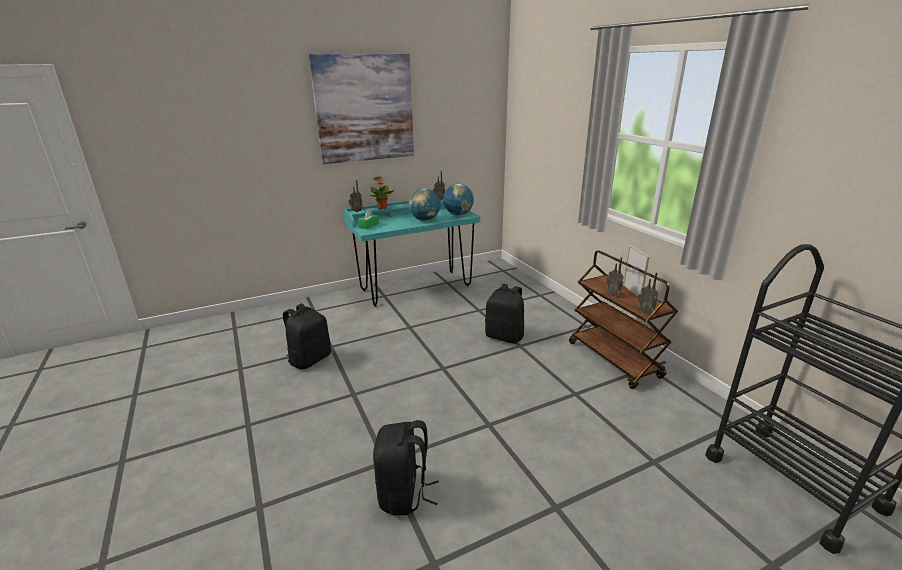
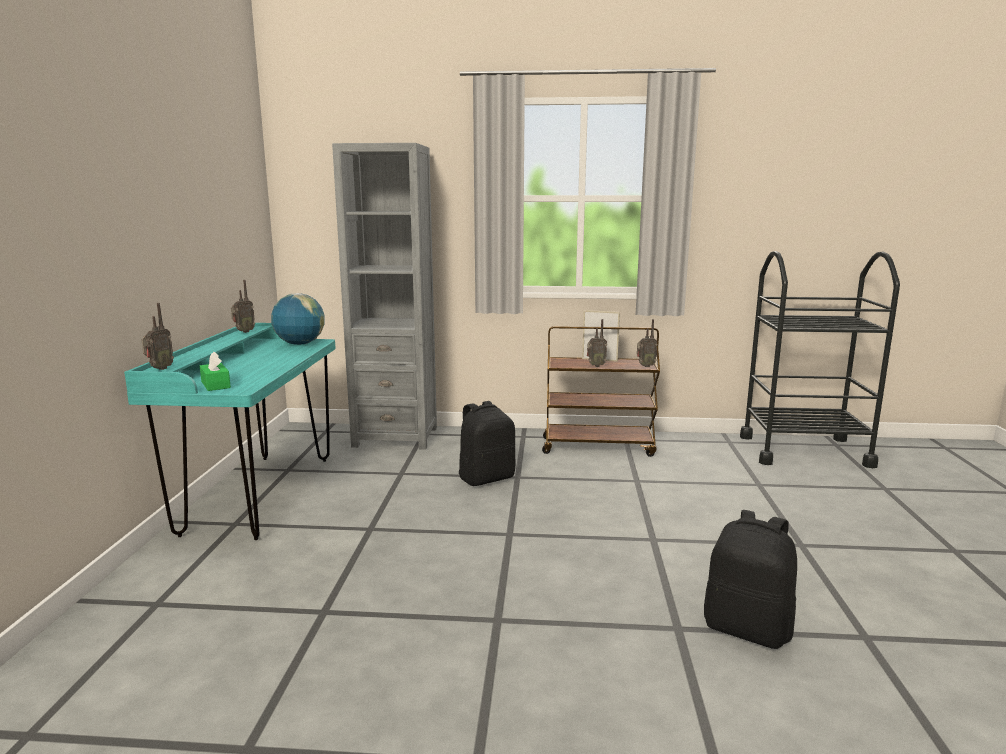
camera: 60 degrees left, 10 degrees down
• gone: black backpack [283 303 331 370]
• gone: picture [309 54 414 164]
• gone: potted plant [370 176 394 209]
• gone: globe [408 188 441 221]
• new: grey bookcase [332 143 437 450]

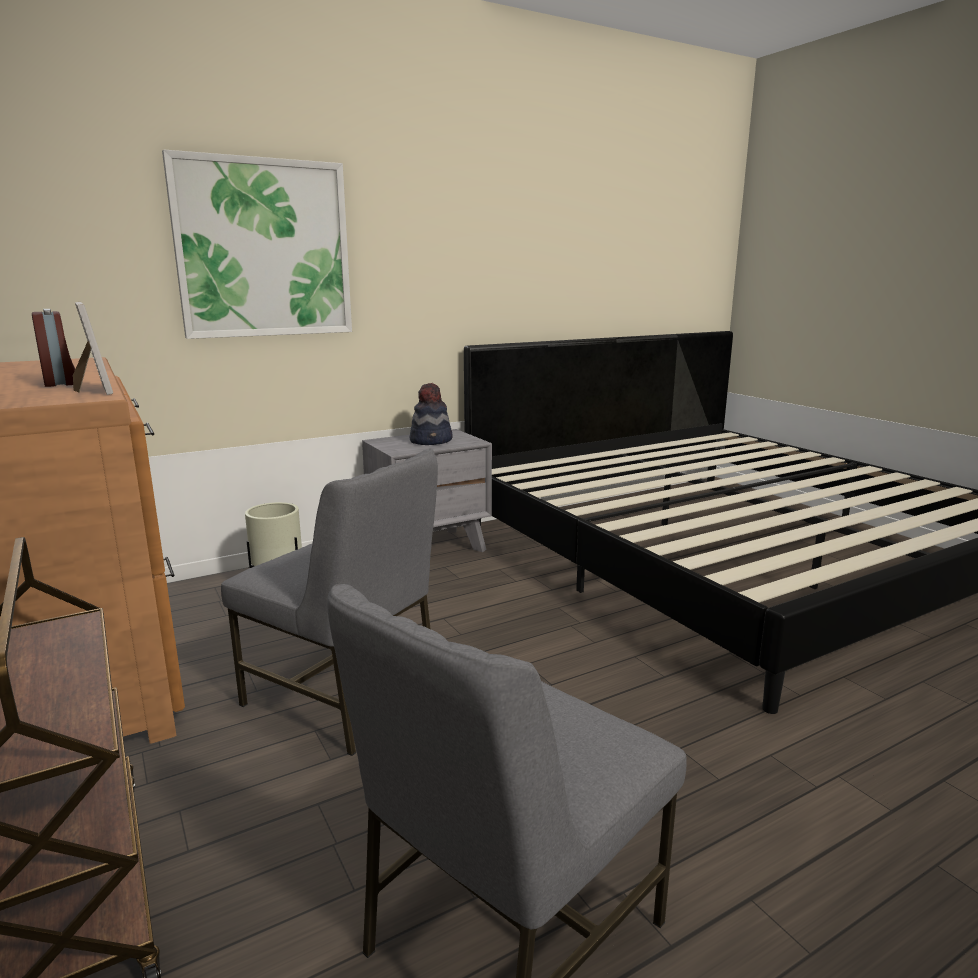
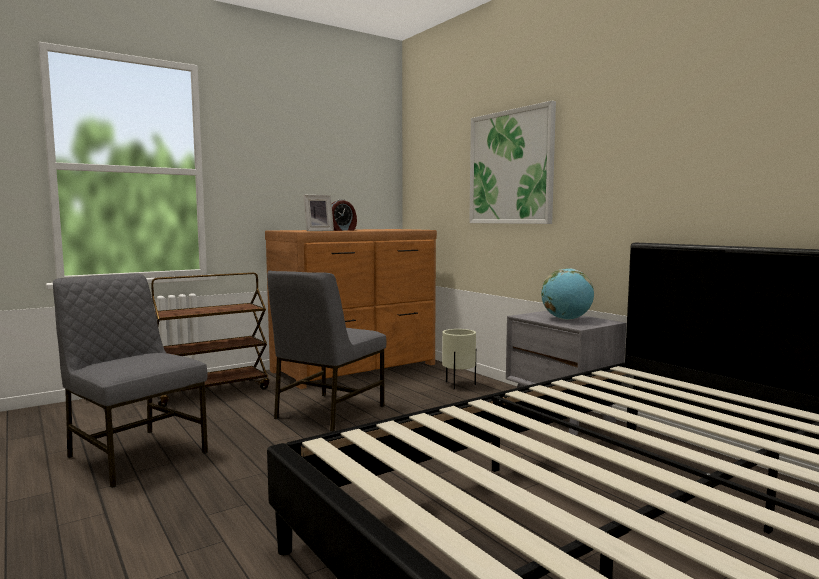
camera: 85 degrees right, 10 degrees down
• swapped: hat [410 383 453 445] to globe [541 268 594 320]

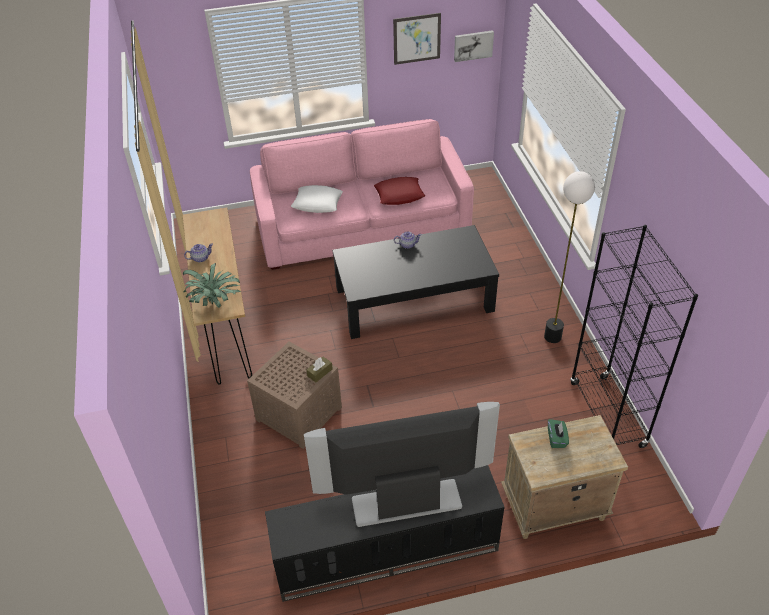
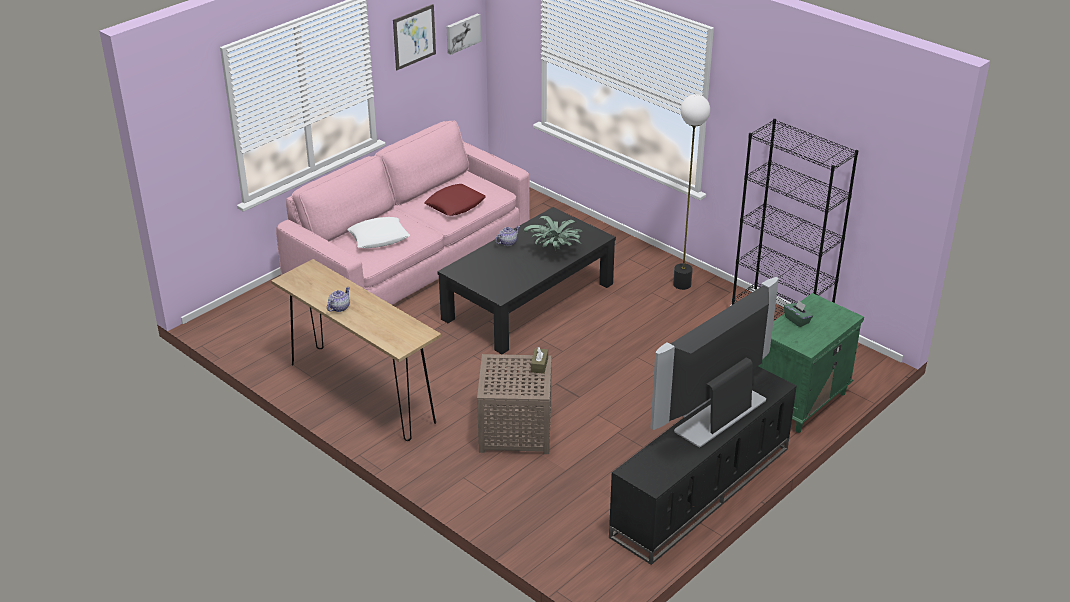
camera: 35 degrees left, 10 degrees down
• shifted: potted plant [183 263 241 308] to [523 215 583 251]
• repainted: beige nightstand [501 415 628 539] to green nightstand [759 293 864 433]

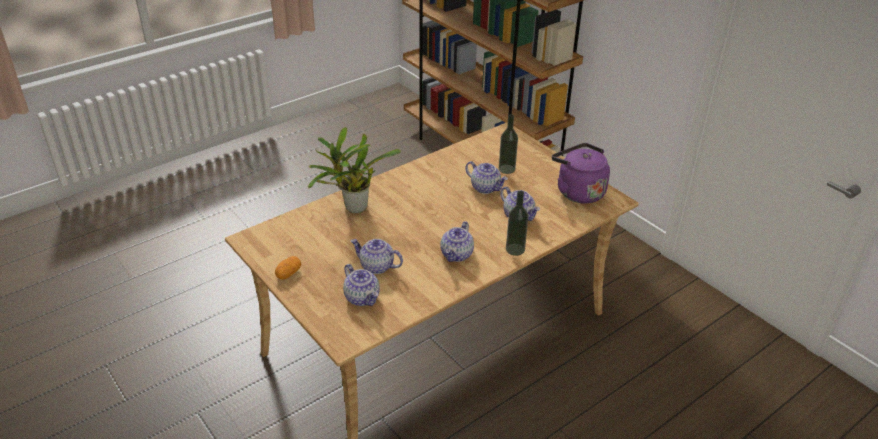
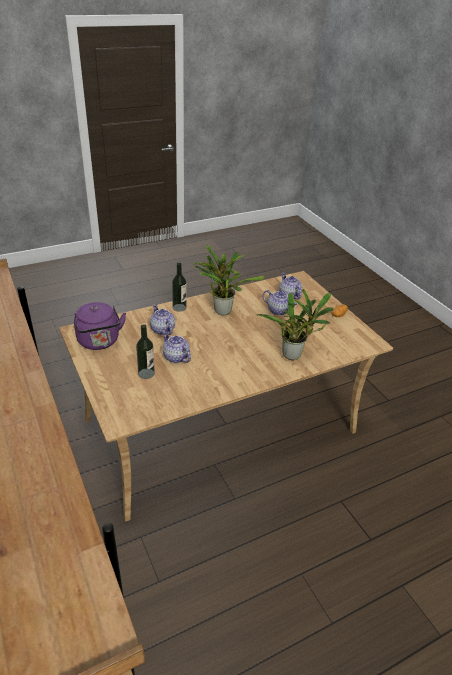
camera: 170 degrees left, 0 degrees up
• swapped: teapot [440 221 474 262] to potted plant [193 245 265 315]

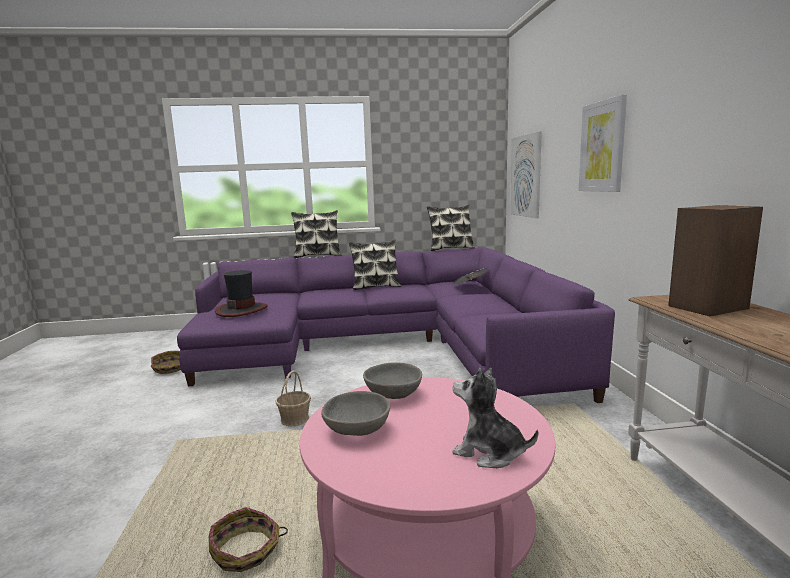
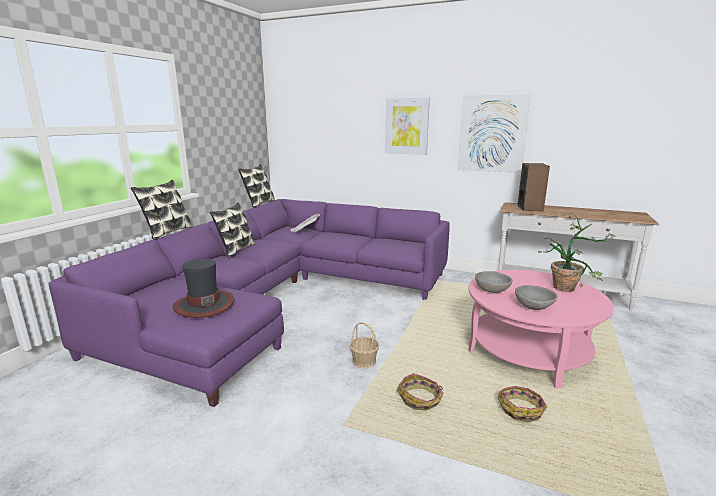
camera: 60 degrees left, 5 degrees up
• shifted: basket [151 351 181 374] to [397 373 443 410]
• shifted: picture [510 131 542 219] to [458 94 531 173]
• swapped: plush toy [452 368 538 468] to potted plant [538 214 615 292]

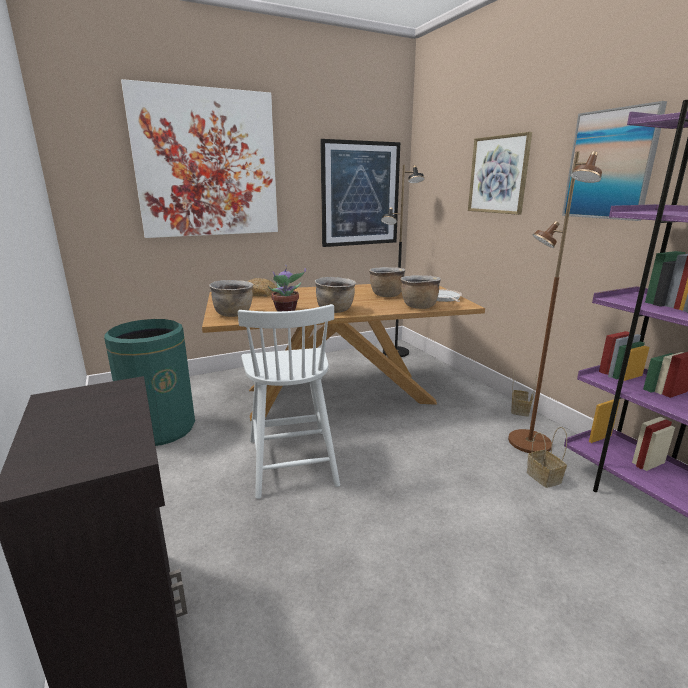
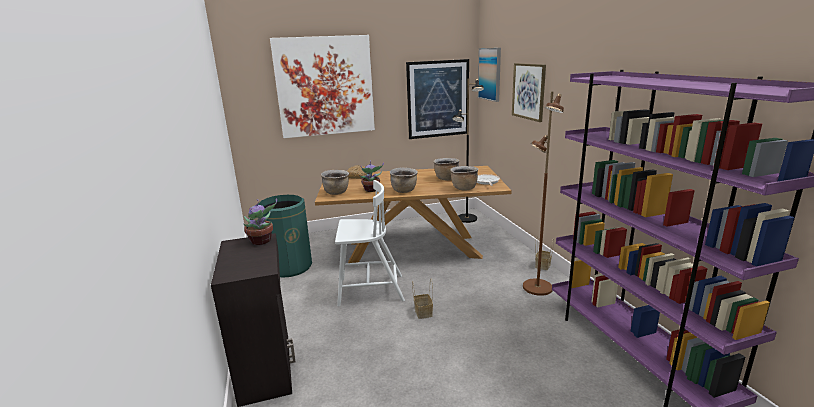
camera: 10 degrees right, 0 degrees up
• new: potted plant [243 199 277 245]
• shifted: basket [527 427 567 488] to [412 279 433 319]
• shifted: picture [562 101 667 221] to [478 48 501 102]
• rotated: white chair [238 304 340 499] = [335 180 405 307] 90 degrees counterclockwise

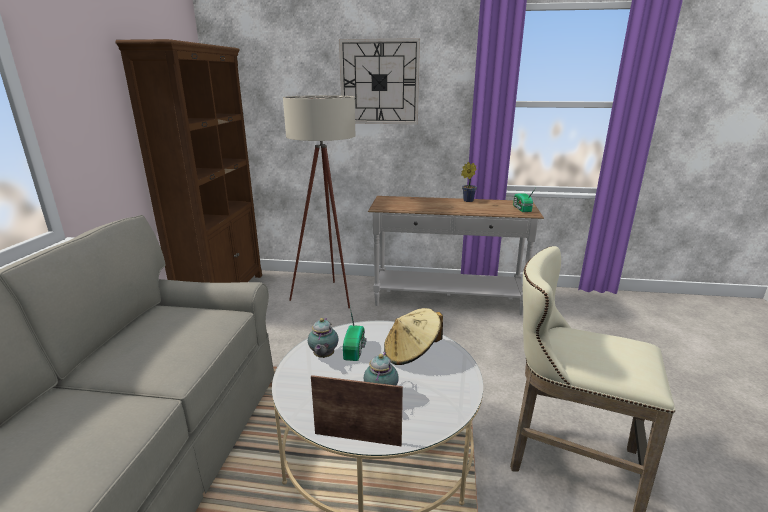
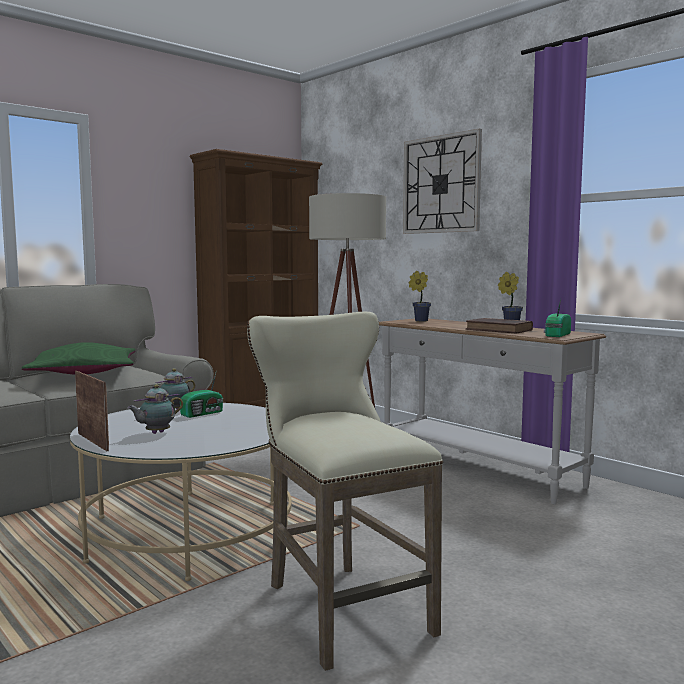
camera: 40 degrees right, 15 degrees down
• gone: beige hat [384 308 443 365]
• new: green pillow [22 342 135 375]
• new: potted plant [409 270 431 322]
• new: brown book [466 318 533 334]

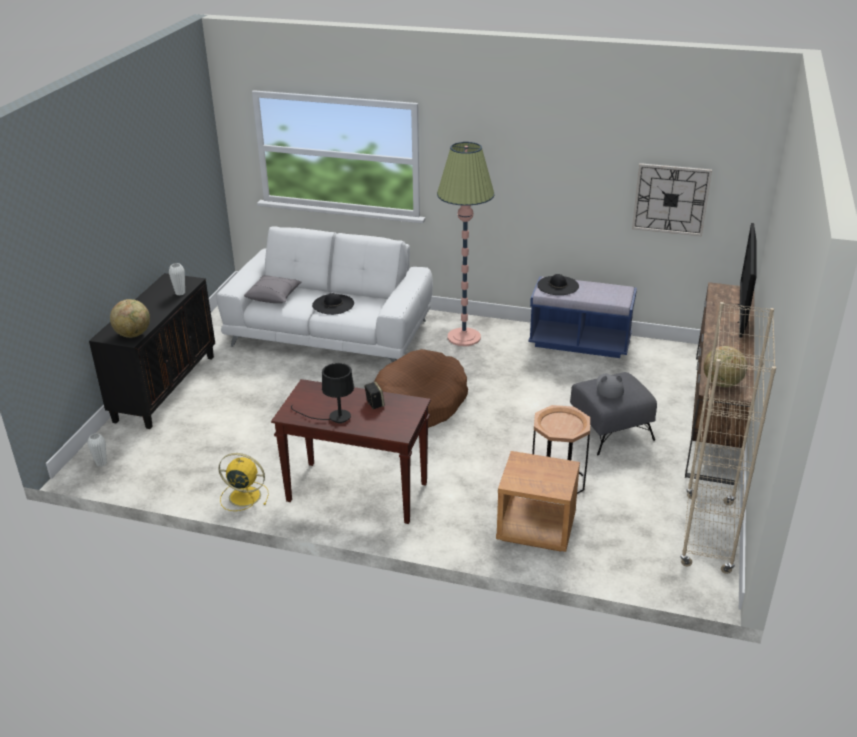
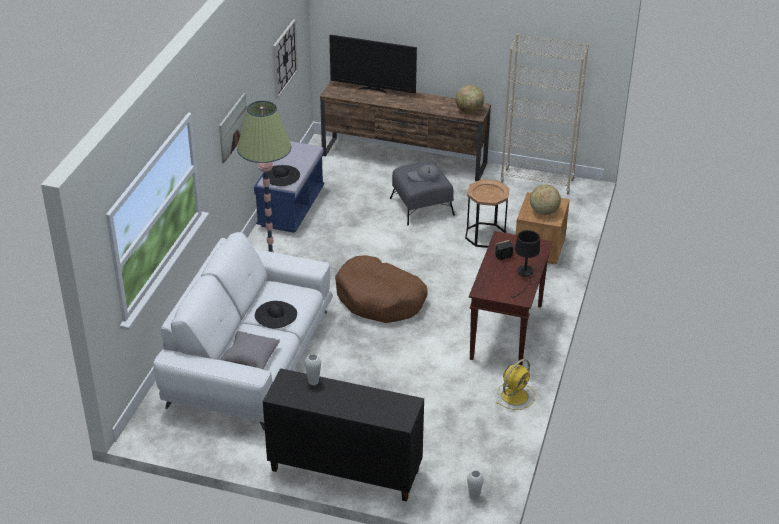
camera: 90 degrees left, 5 degrees up
• new: picture [219 93 247 163]
• shifted: globe [110 299 150 338] to [530 184 561 215]
• rotated: yellow fan [219 453 269 511] = [496 359 535 410] 150 degrees counterclockwise

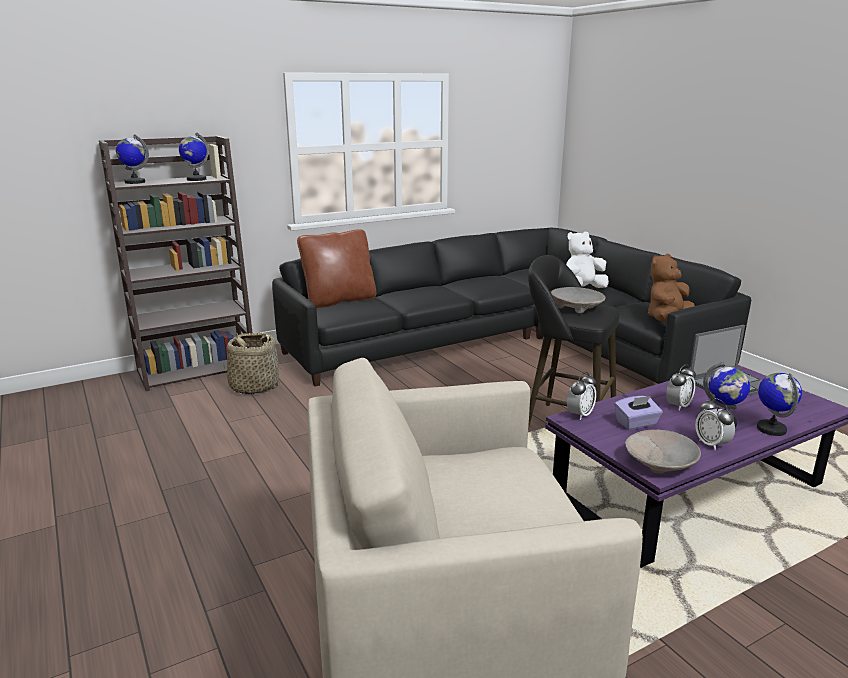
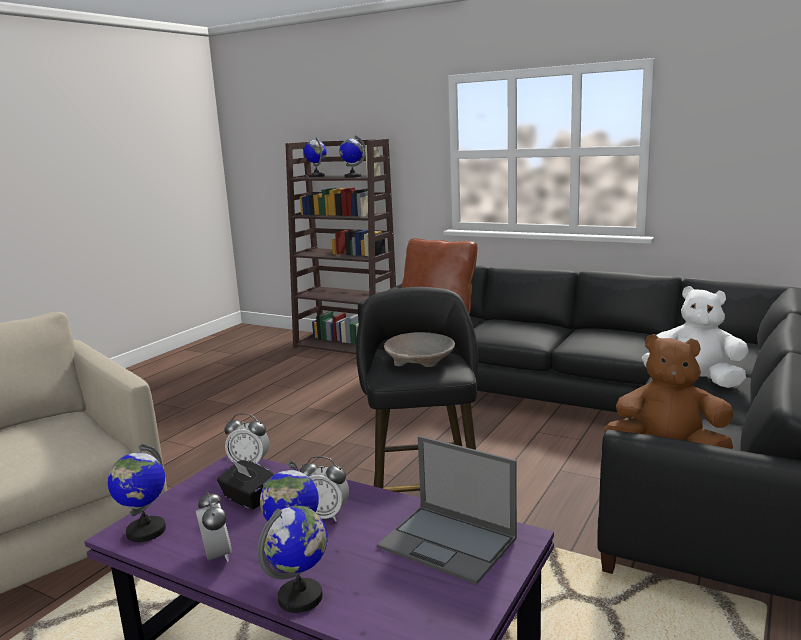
camera: 60 degrees right, 5 degrees down
• gone: basket [223 332 280 395]
• swapped: beige bowl [625 430 701 474] to globe [108 444 166 542]
• repainted: purple tissue box [614 396 663 430] to black tissue box [217 460 275 510]
• rotated: alarm clock [695 398 735 451] = [196 490 232 562] 120 degrees clockwise

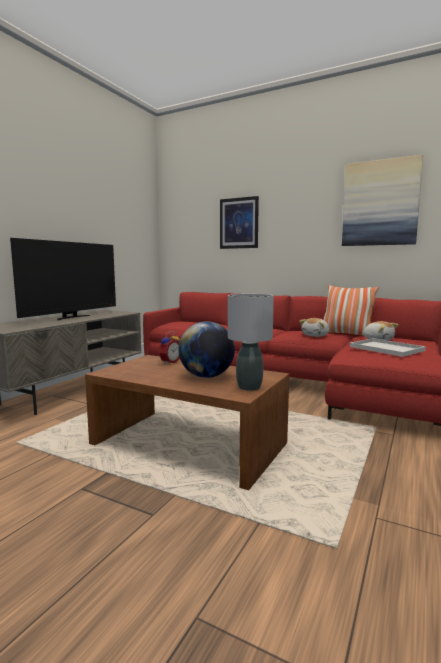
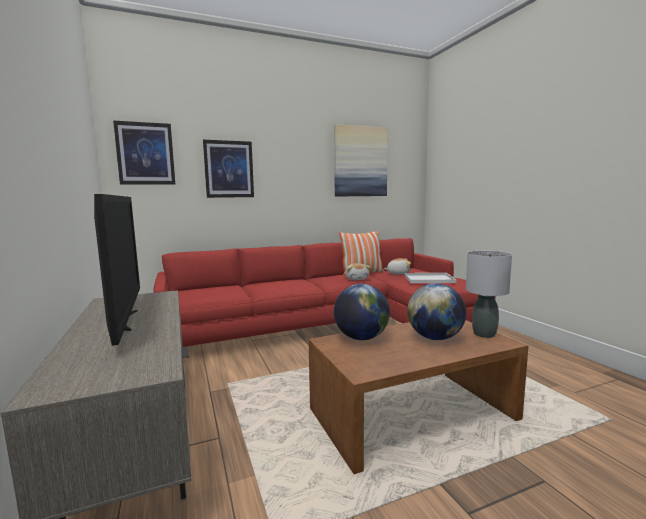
camera: 50 degrees left, 0 degrees up
• new: picture [113 121 175 185]
• swapped: alarm clock [159 331 180 364] to globe [334 284 390 340]

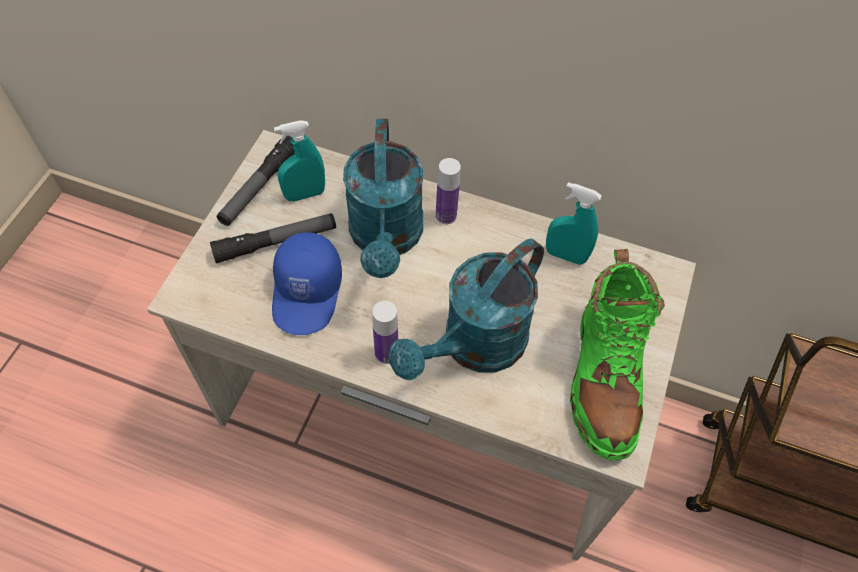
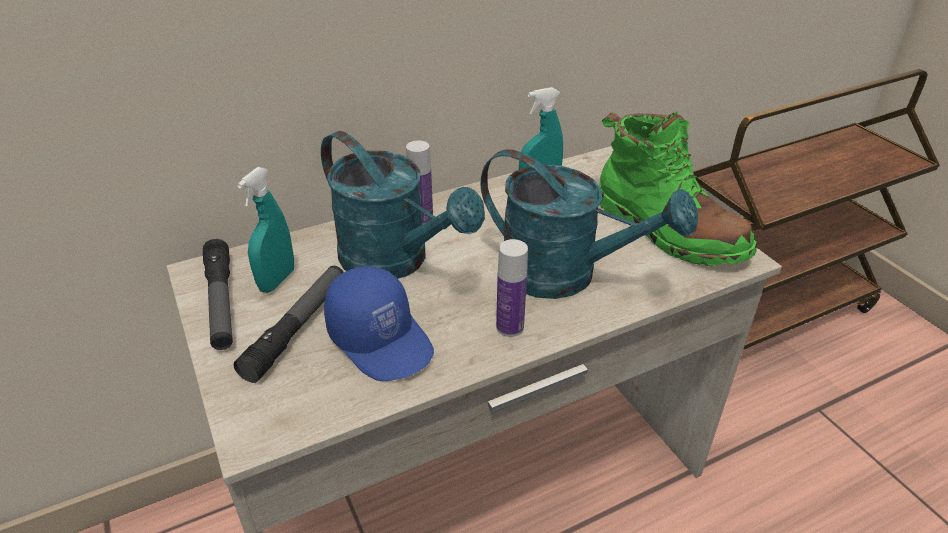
camera: 45 degrees left, 20 degrees down
• rotated: turquoise watering can [389 238 544 380] = [480 149 698 299] 60 degrees counterclockwise

